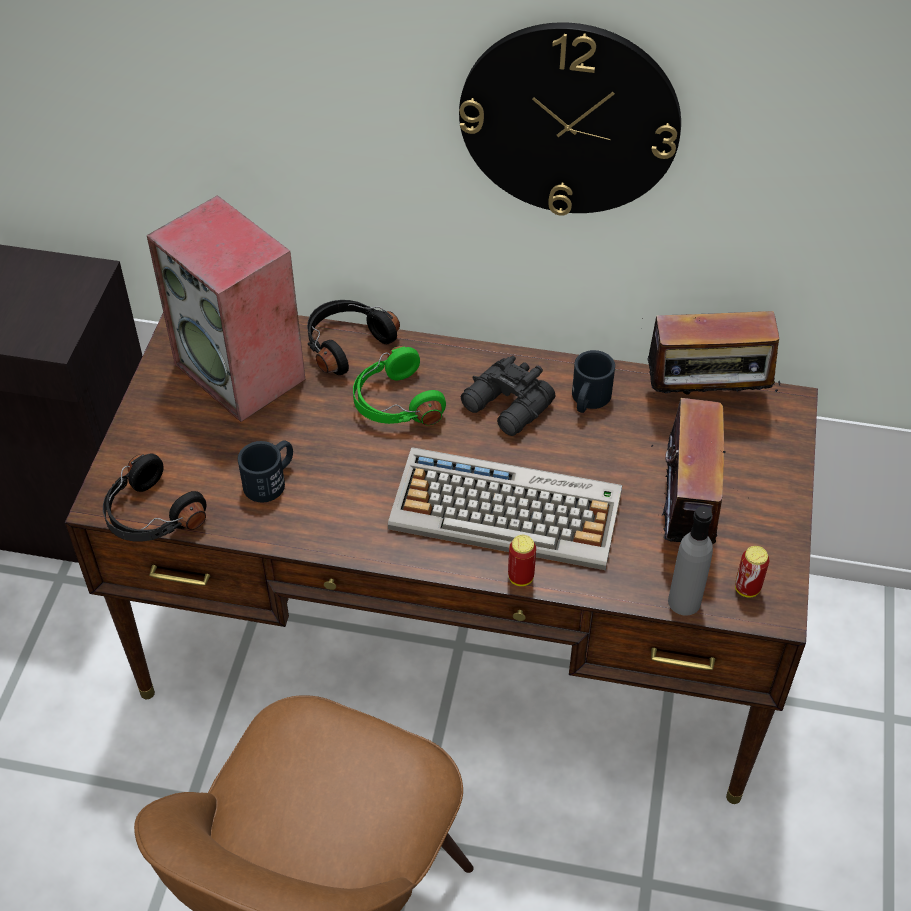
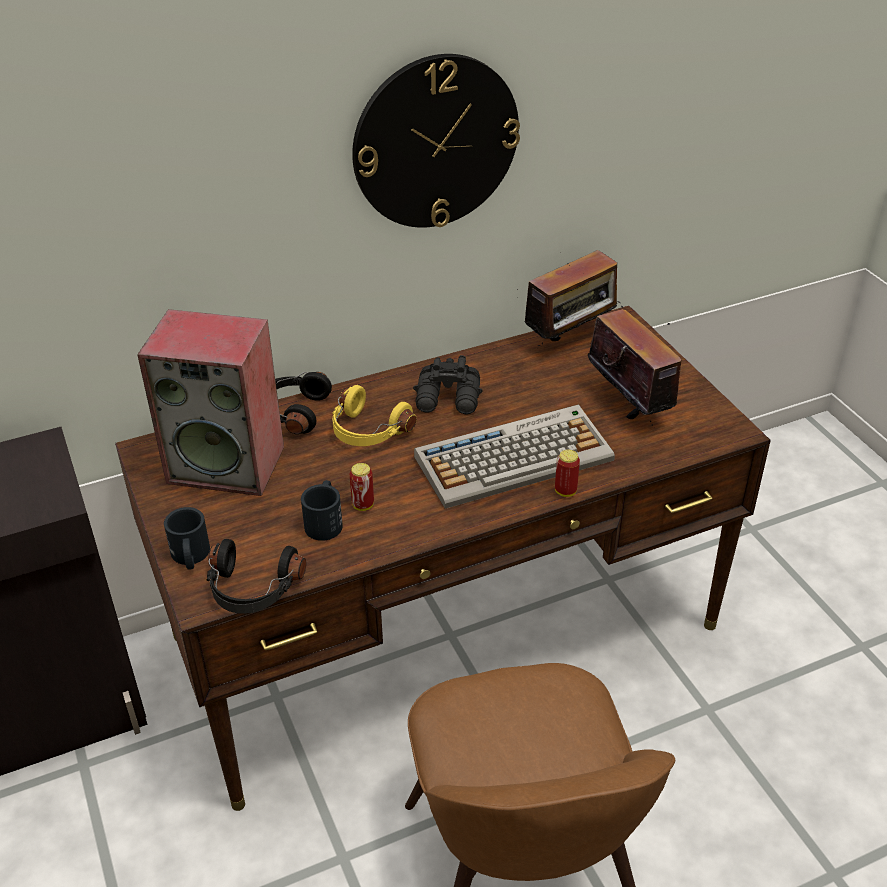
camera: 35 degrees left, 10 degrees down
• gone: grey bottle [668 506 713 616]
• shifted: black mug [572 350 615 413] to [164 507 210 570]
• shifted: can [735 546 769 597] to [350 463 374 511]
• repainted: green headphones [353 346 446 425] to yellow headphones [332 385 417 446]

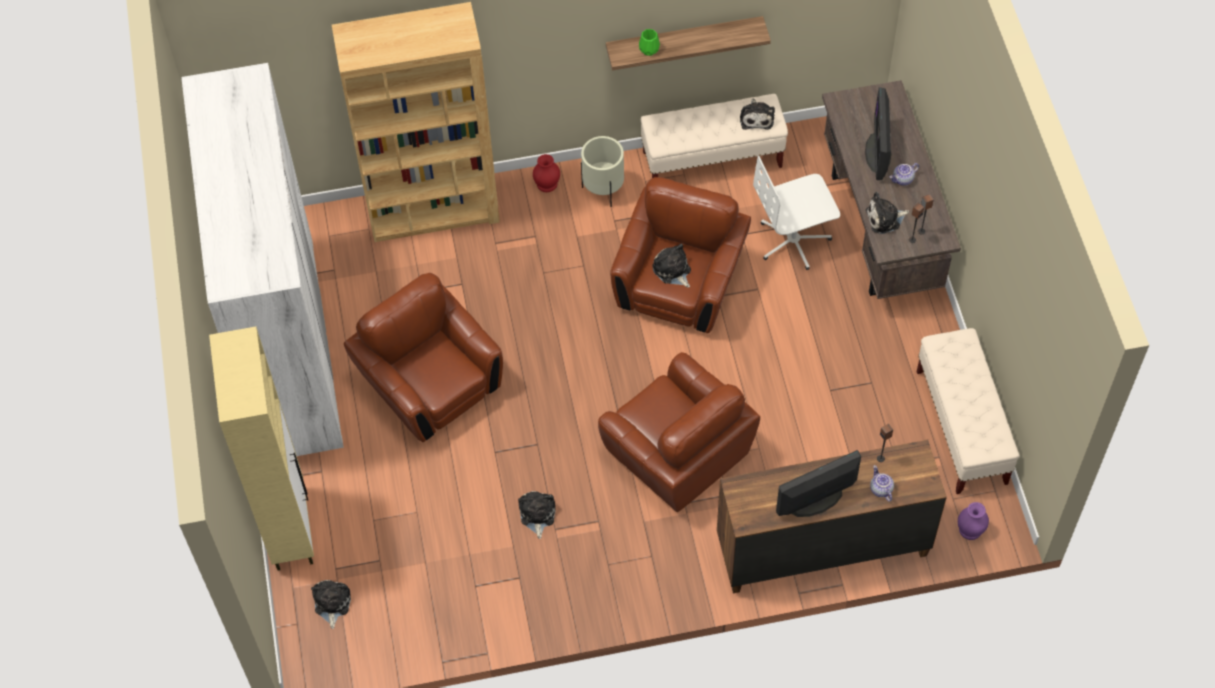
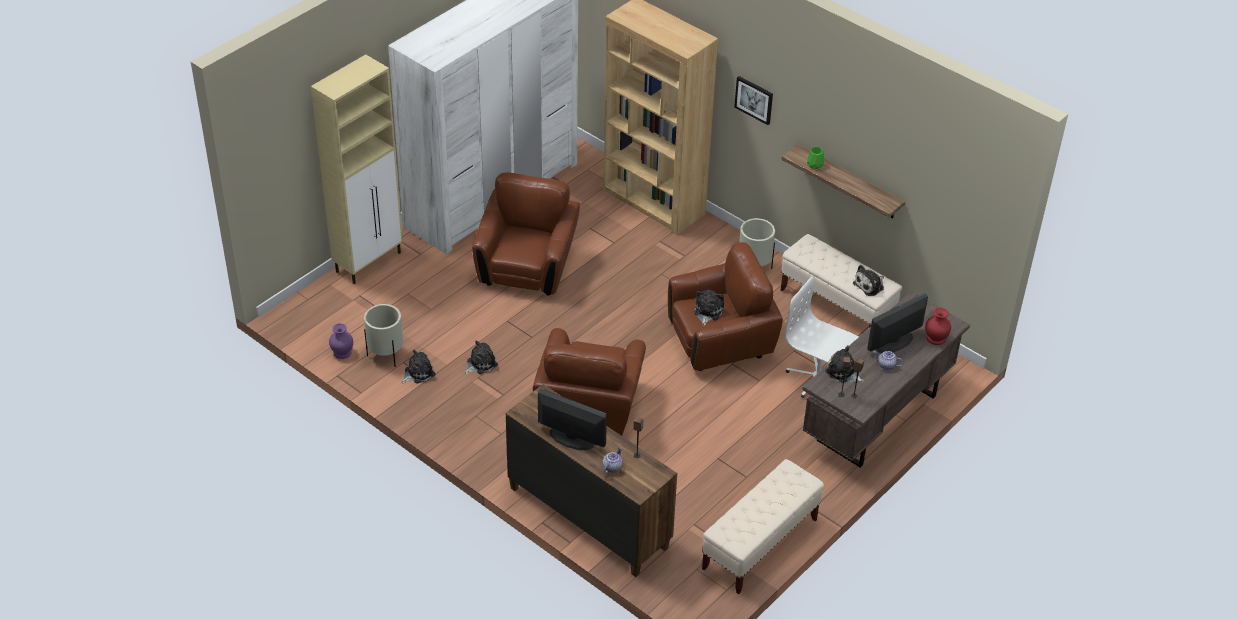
camera: 50 degrees right, 15 degrees down
• new: beige planter [364 304 403 367]
• new: picture [734 76 773 125]
• shifted: plush toy [311 580 351 629] to [401 350 436 384]
• shifted: red vase [533 154 560 192] to [925 308 951 345]
• shifted: purple vase [958 502 989 540] to [329 323 353 359]

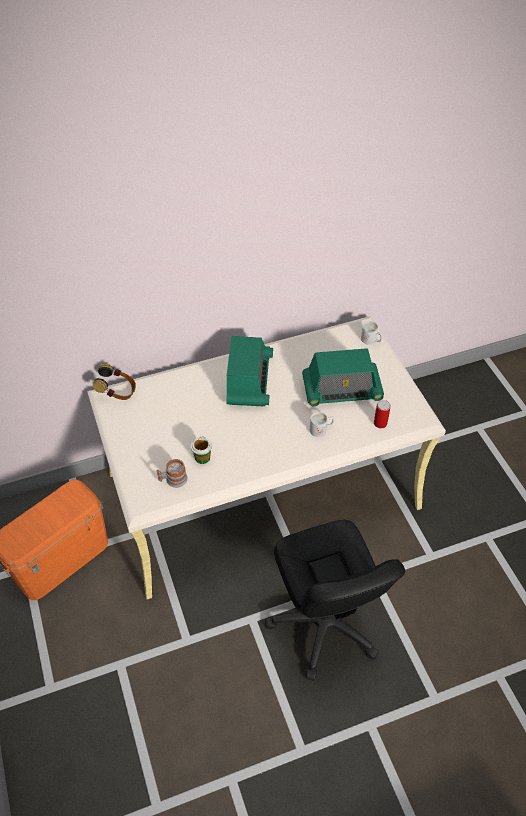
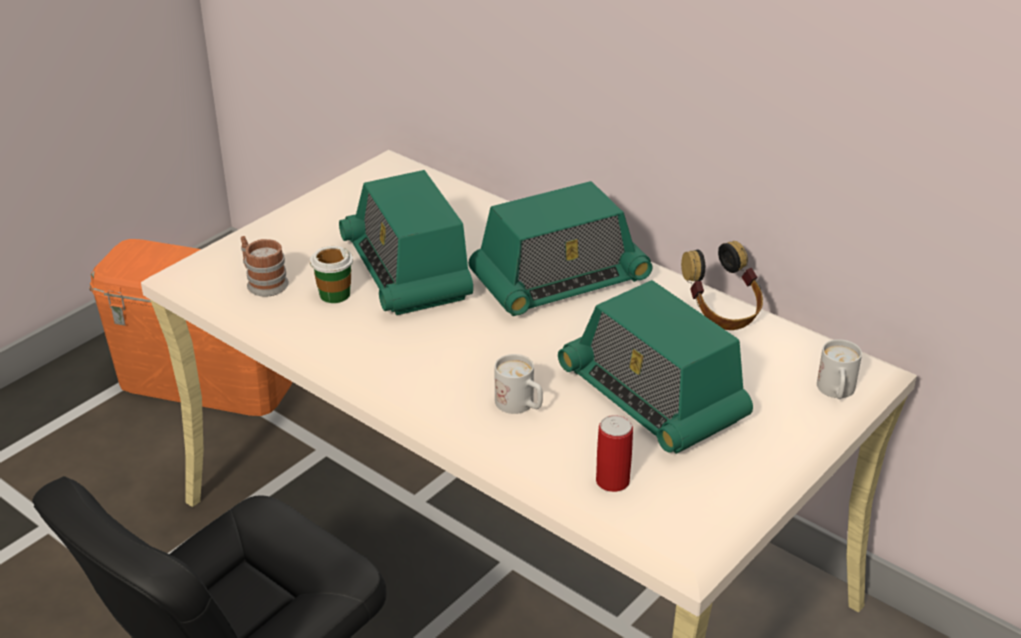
camera: 60 degrees right, 15 degrees down
• new: radio [339 170 473 315]
• shifted: headphones [93 364 136 400] to [681 241 763 330]

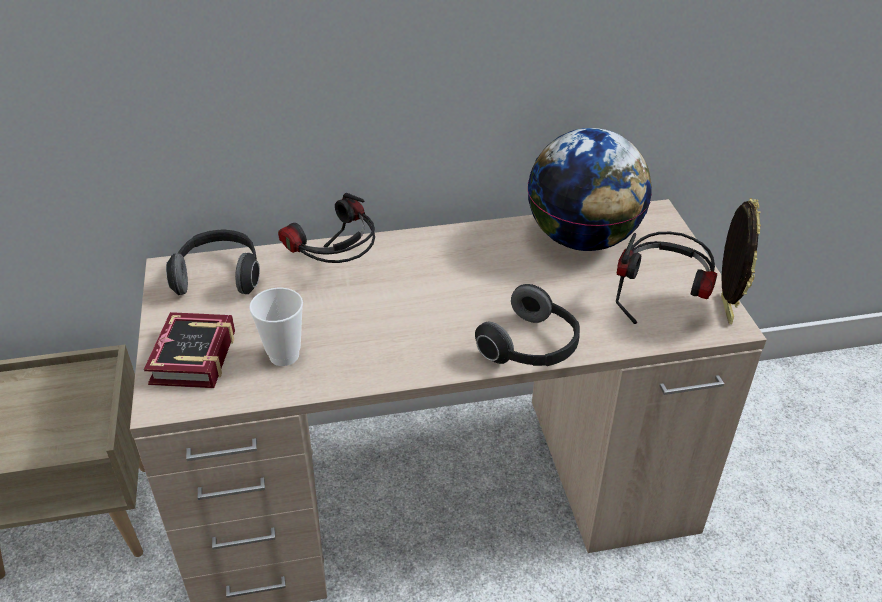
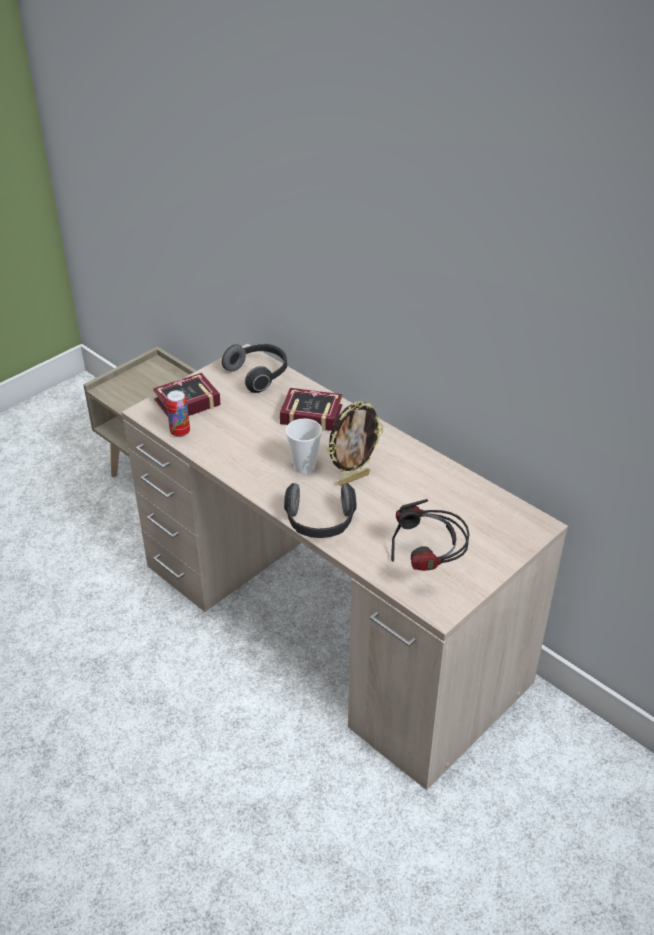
camera: 55 degrees right, 0 degrees up
• gone: globe [528 128 652 251]
• new: can [166 390 190 437]
• shifted: cup [249 288 303 366] to [286 418 322 474]
• shifted: picture frame [721 198 761 324] to [327 401 383 486]
• swapped: headphones [278 193 375 263] to book [280 388 342 431]

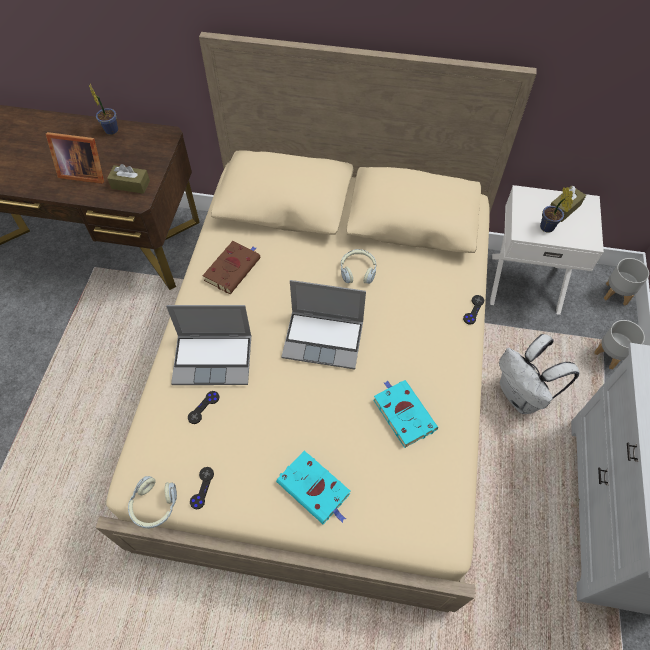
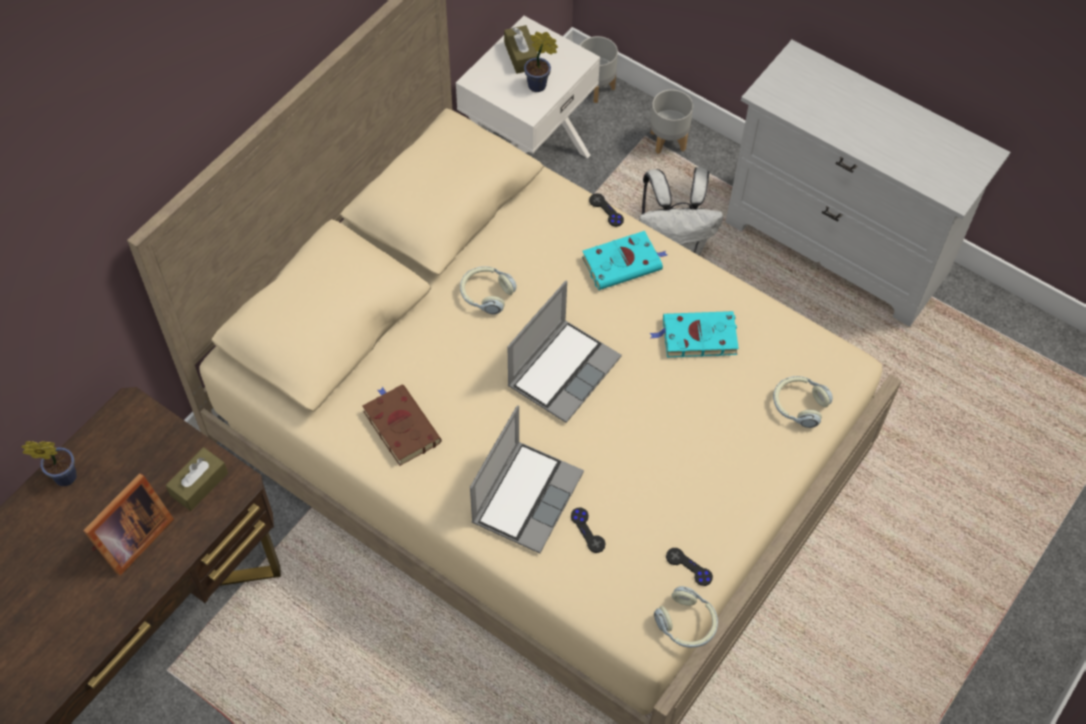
camera: 65 degrees left, 0 degrees up
• new: headphones [773 376 833 428]
• shifted: turquoise book [276 450 350 524] to [582 231 667 290]

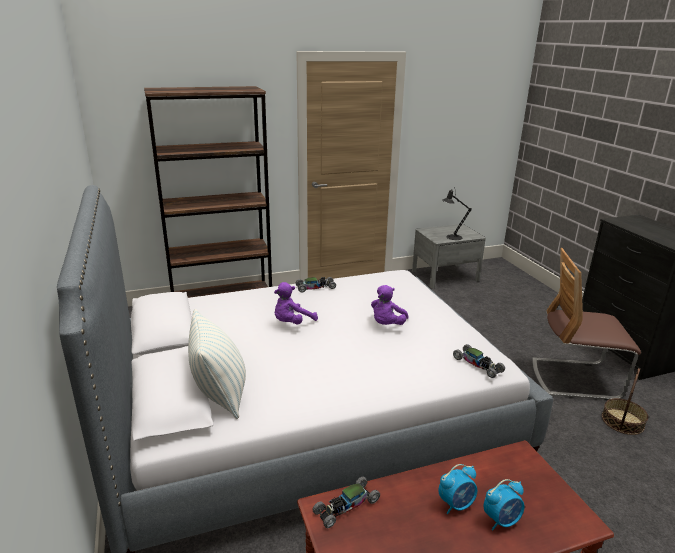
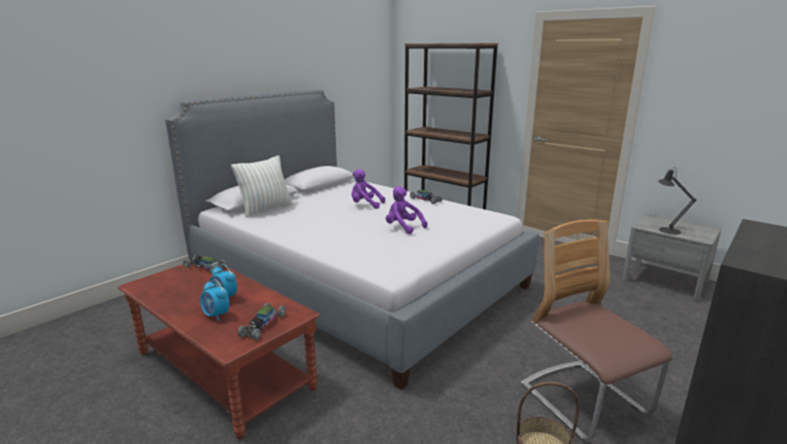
camera: 60 degrees right, 5 degrees down
• shifted: toy car [453 344 505 378] to [238 303 286 340]
• rotated: purple plush toy [371 285 408 325] = [386 186 427 234] 45 degrees clockwise

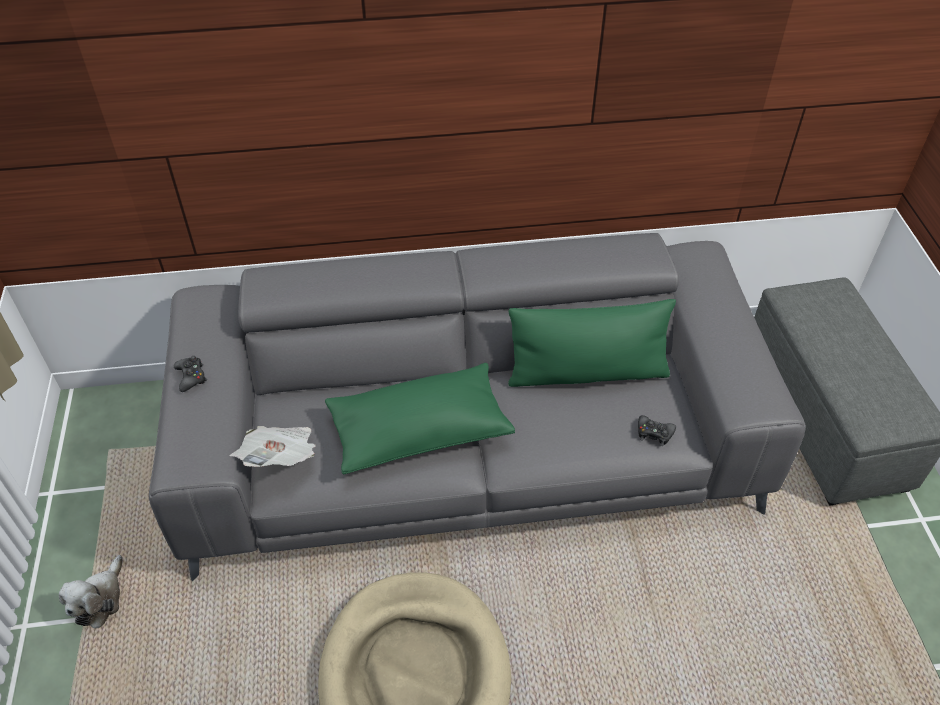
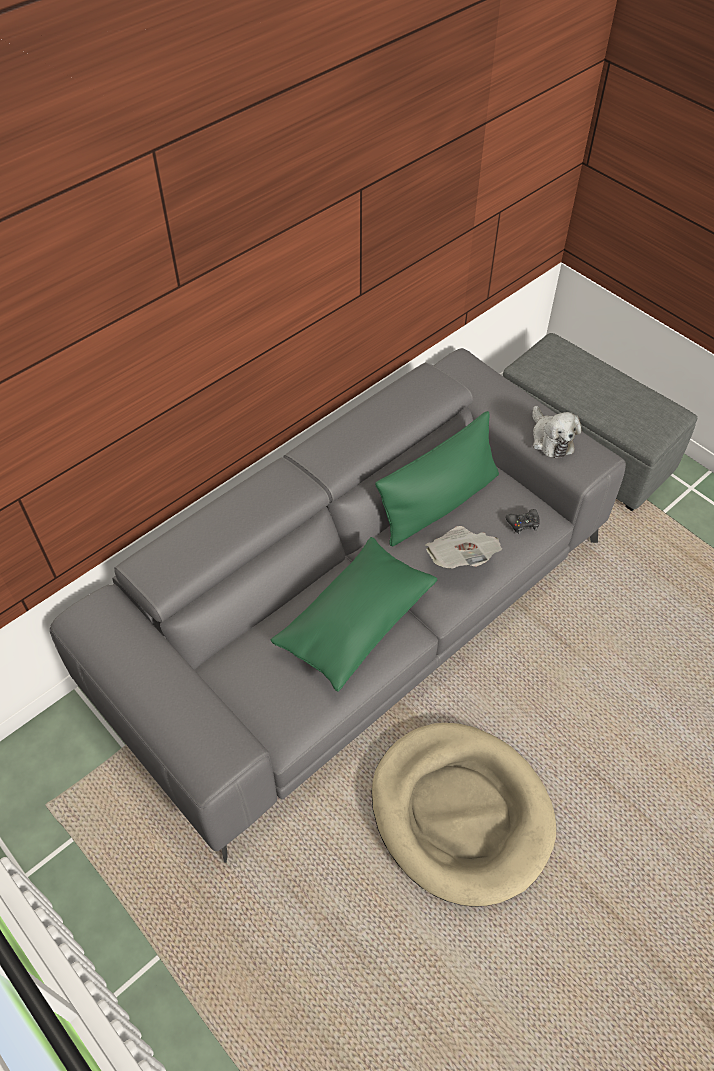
camera: 35 degrees left, 5 degrees up
• gone: black game controller [174 356 207 392]
• shifted: plush toy [59 555 123 628] to [532 406 581 459]
• shifted: newspaper [229 426 316 467] to [425 526 502 569]

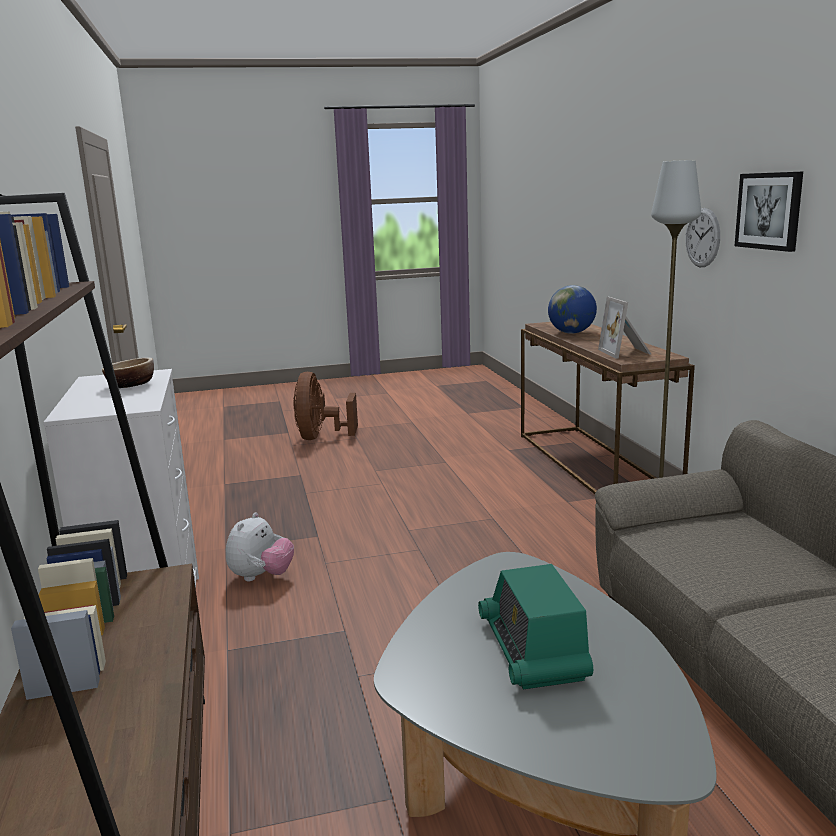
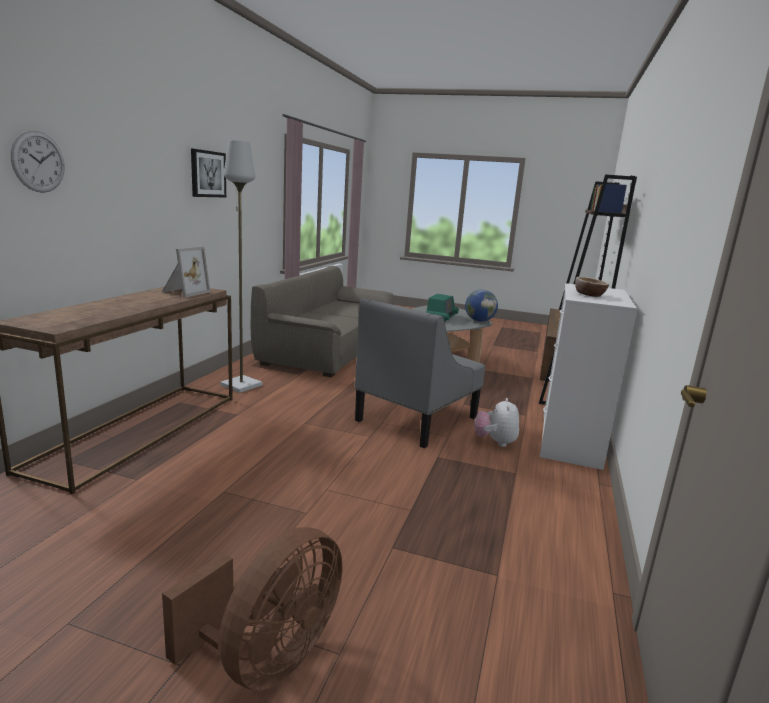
camera: 150 degrees left, 0 degrees up
• new: grey armchair [355 299 485 448]
• shifted: globe [548 285 597 334] to [465 290 498 322]
• shifted: wall clock [685 208 720 267] to [11 131 64 193]
• rotated: plush toy [226 512 294 581] = [474 398 519 447] 45 degrees counterclockwise

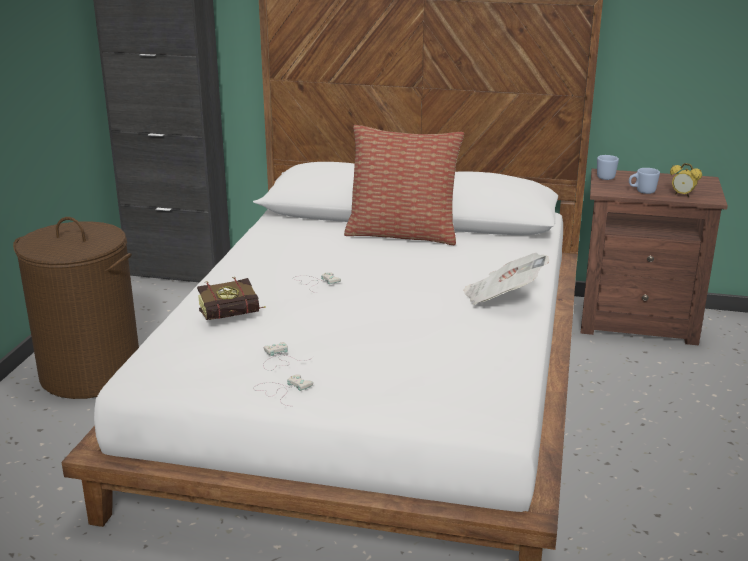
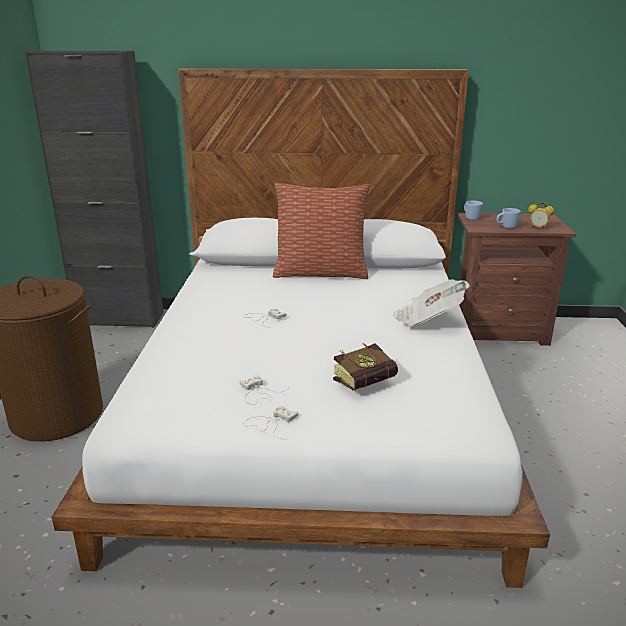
camera: 10 degrees left, 0 degrees up
• shifted: book [197 277 266 320] to [333 343 398 390]

